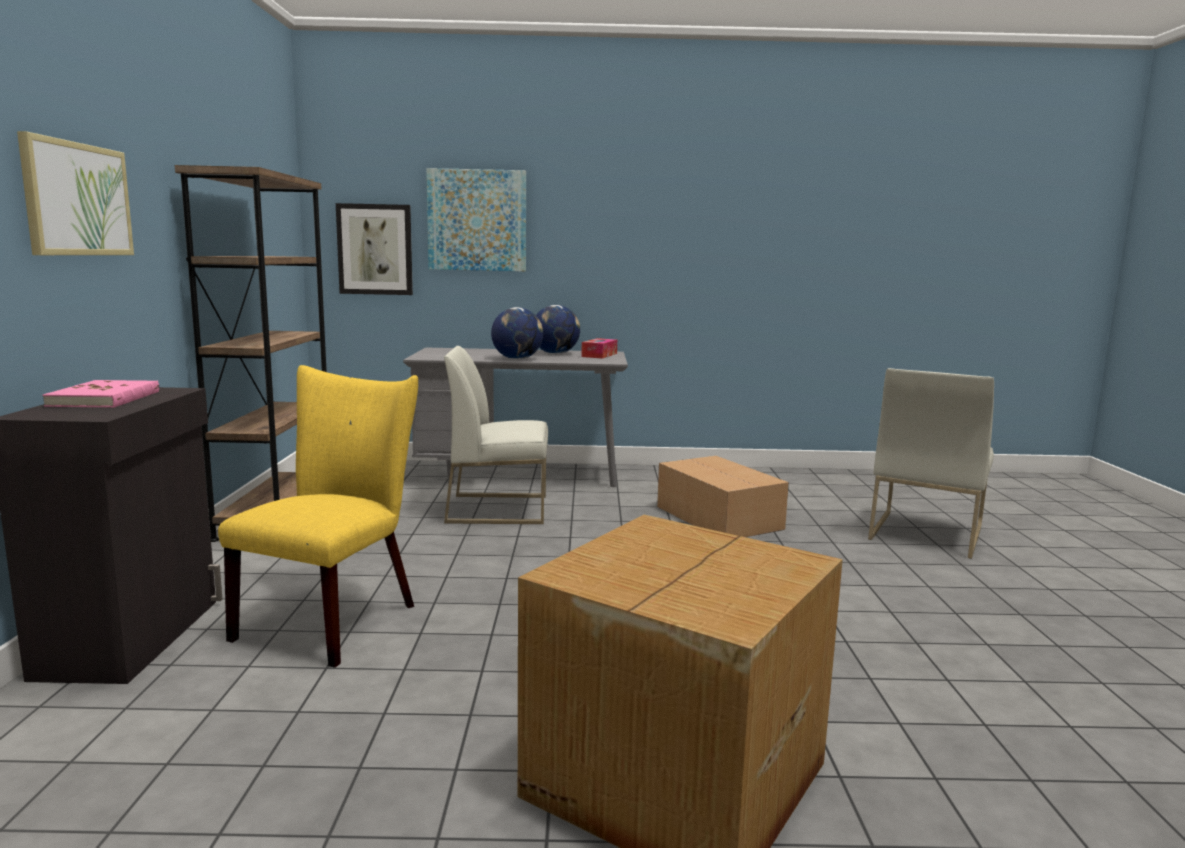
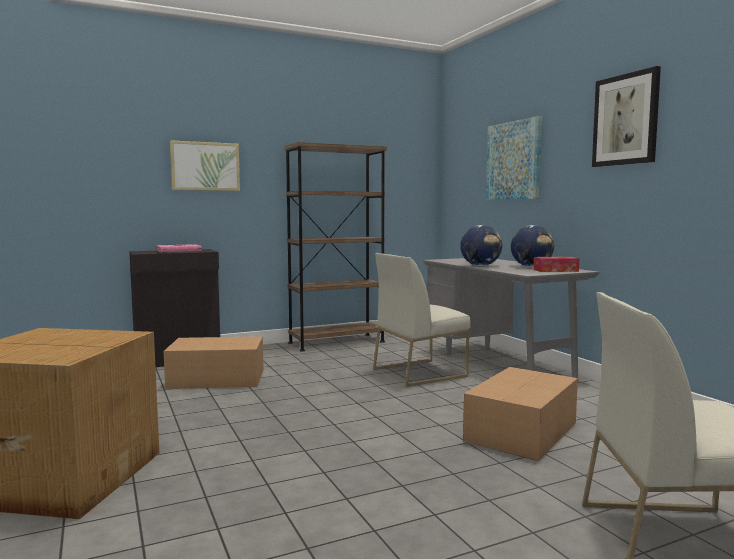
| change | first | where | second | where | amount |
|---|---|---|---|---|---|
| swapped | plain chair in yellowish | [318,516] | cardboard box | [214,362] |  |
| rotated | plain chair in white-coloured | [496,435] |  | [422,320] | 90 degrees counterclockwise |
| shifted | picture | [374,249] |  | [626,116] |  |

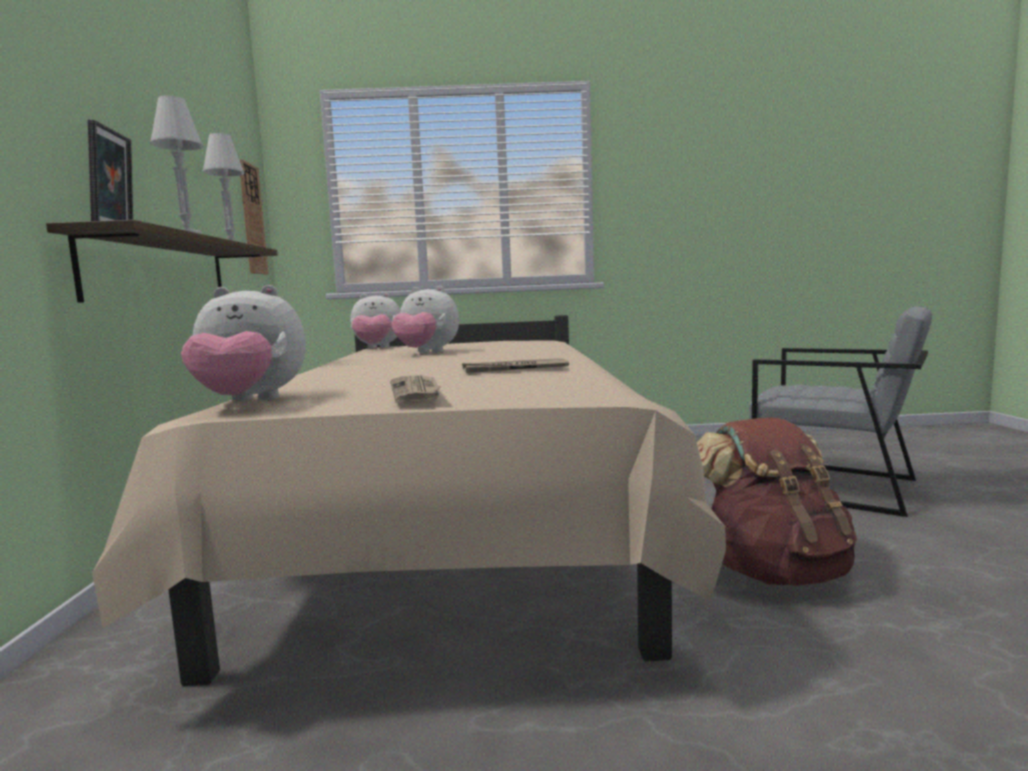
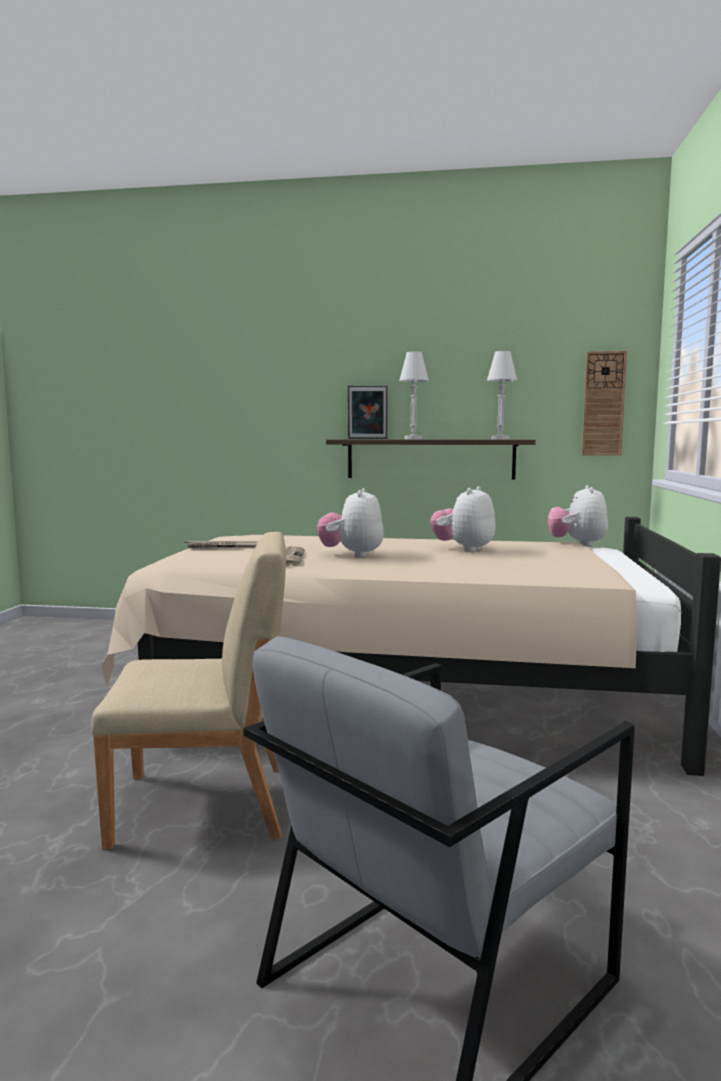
| change | first | where | second | where | amount |
|---|---|---|---|---|---|
| swapped | backpack in brownish | [777,501] | plain chair in sand-coloured | [188,690] |  |
| shifted | plush toy | [243,343] |  | [350,522] |  |

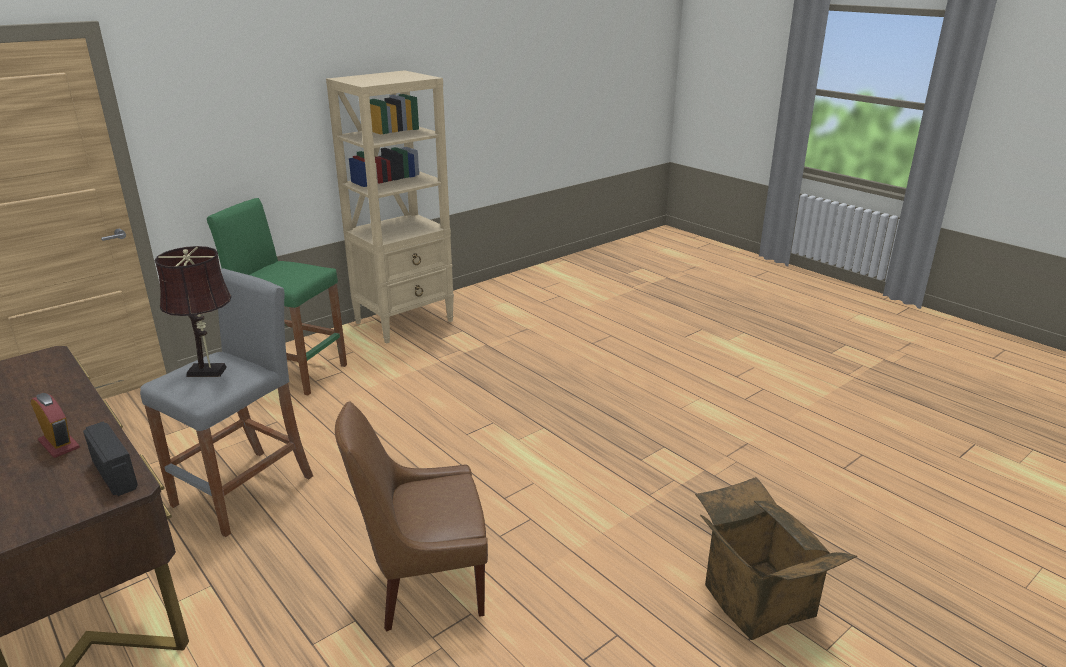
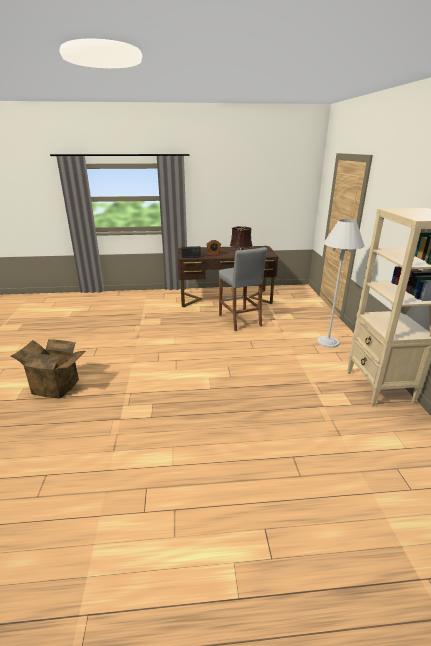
| change | first | where | second | where | amount |
|---|---|---|---|---|---|
| swapped | stool in green | [277,296] | standing lamp in white-coloured | [340,283] |  |
| gone | plain chair in brownish | [411,516] |  |  |  |

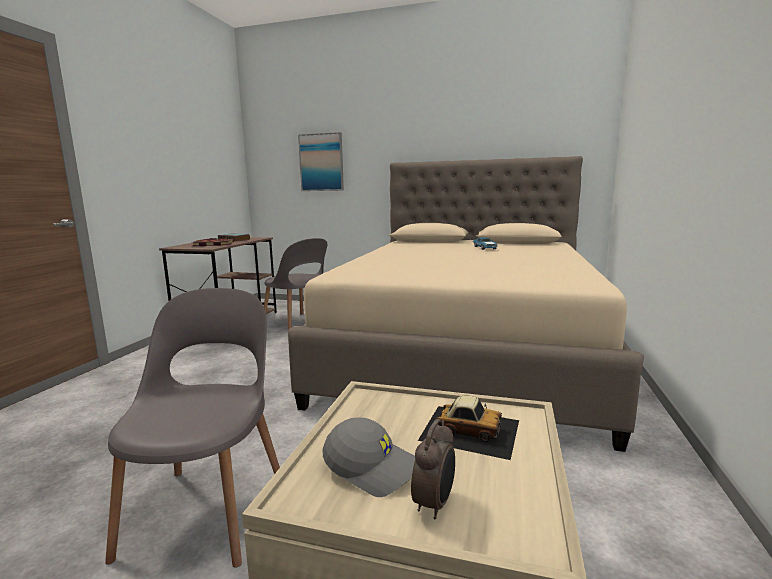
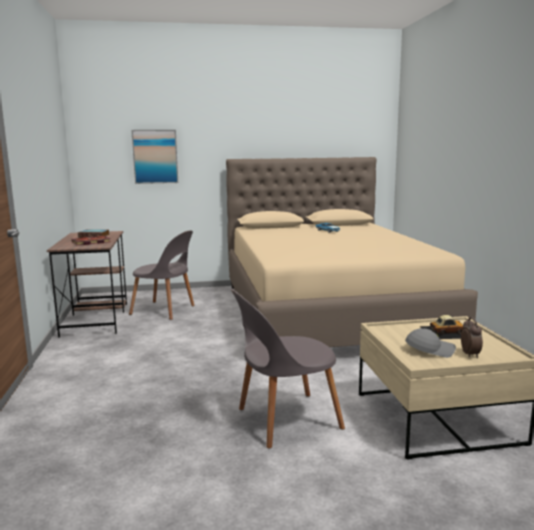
| change | first | where | second | where | amount |
|---|---|---|---|---|---|
| rotated | plain chair in grey | [192,428] |  | [288,368] | 90 degrees counterclockwise |

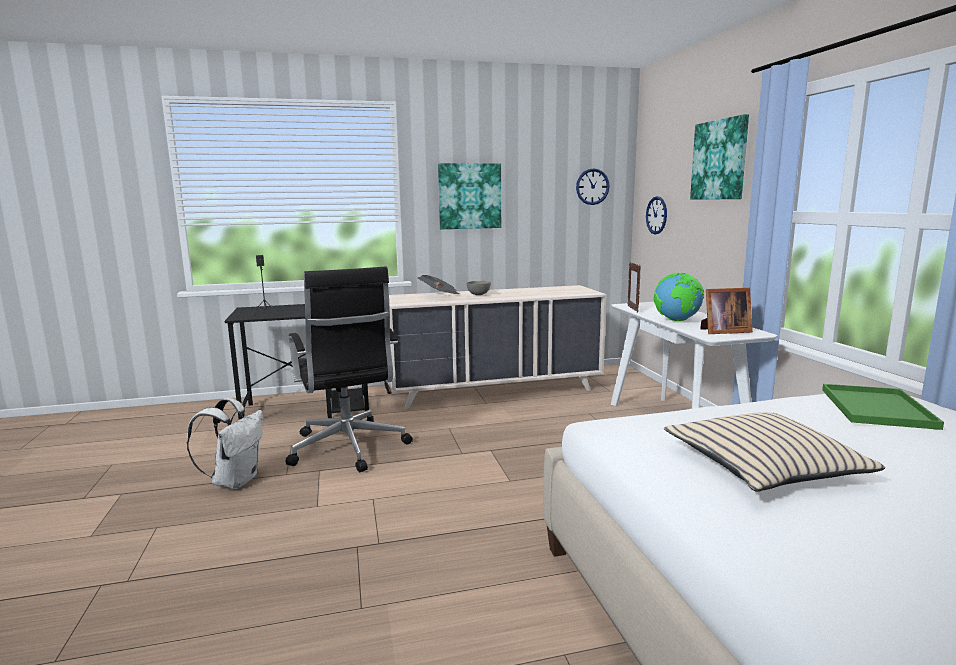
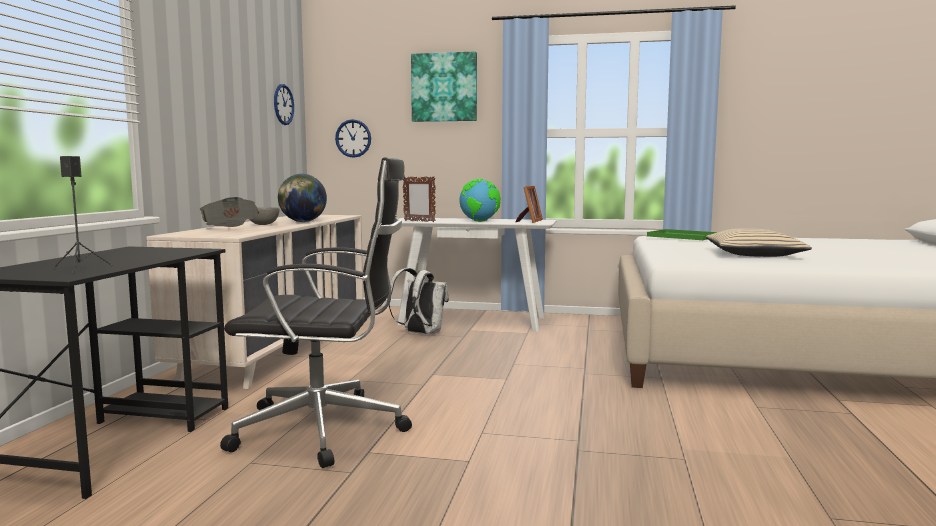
| change | first | where | second | where | amount |
|---|---|---|---|---|---|
| new |  |  | desk globe | [302,198] |  |
| shifted | backpack in white-coloured | [225,443] |  | [419,301] |  |
| gone | picture | [469,196] |  |  |  |

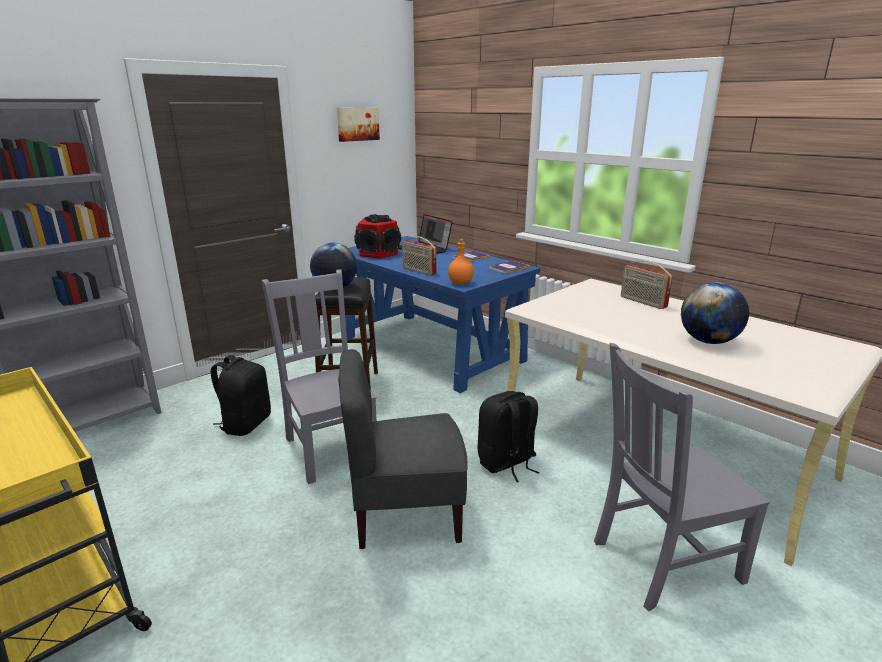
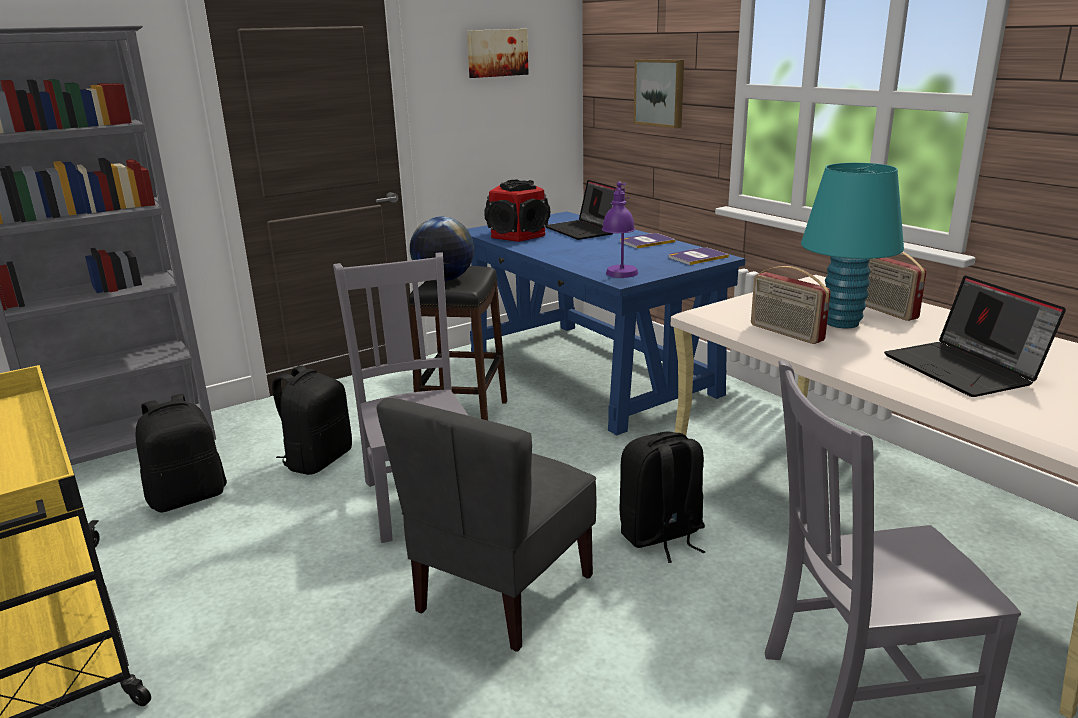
| change | first | where | second | where | amount |
|---|---|---|---|---|---|
| new |  |  | backpack in black-coloured | [181,453] |  |
| rotated | plain chair in grey | [403,449] |  | [486,525] | 60 degrees counterclockwise |
| swapped | beverage bottle in orange-coloured | [461,262] | lamp for a table in purple-coloured | [620,229] |  |
| new |  |  | picture | [659,93] |  |
| shifted | radio receiver | [419,256] |  | [791,305] |  |
| new |  |  | lamp for a table in turquoise | [852,245] |  |
| swapped | desk globe | [715,313] | notebook computer | [975,336] |  |

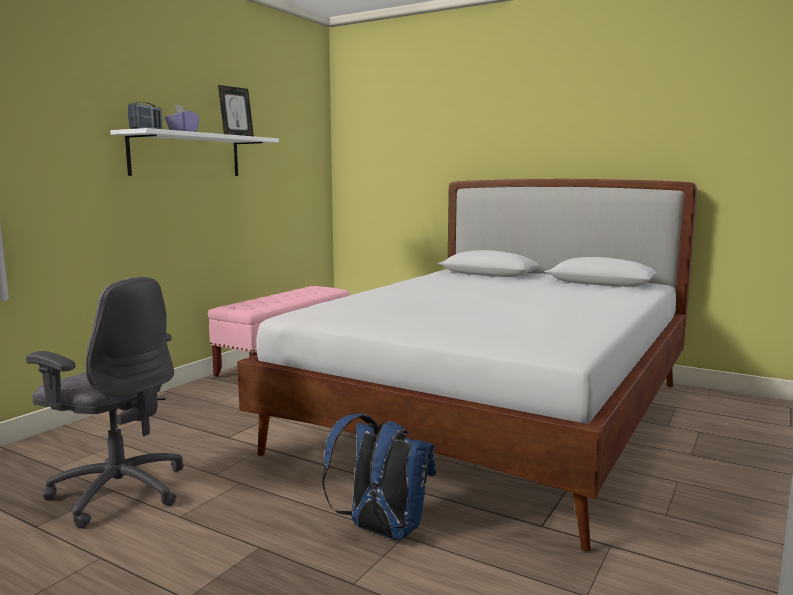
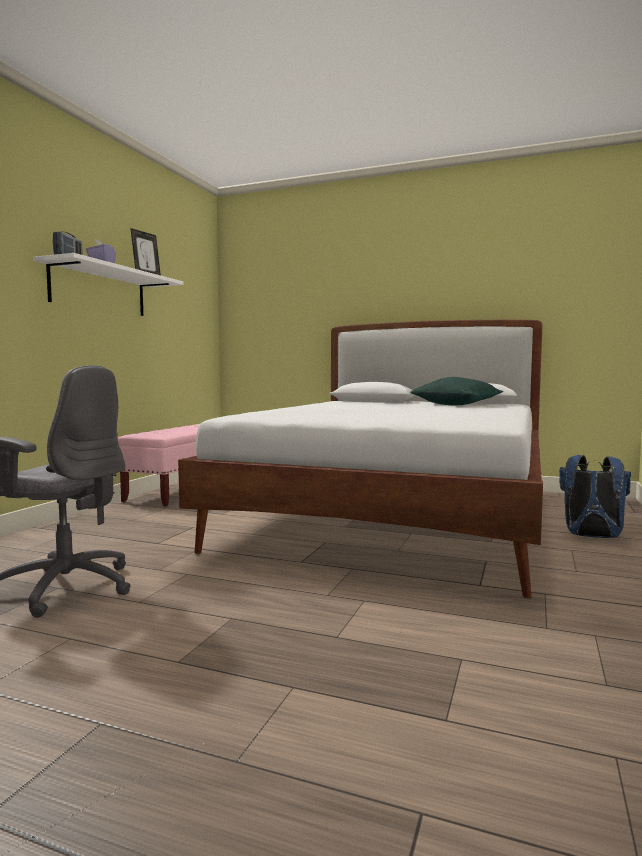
| change | first | where | second | where | amount |
|---|---|---|---|---|---|
| new |  |  | throw pillow in green | [456,391] |  |
| shifted | backpack in bluish | [379,476] |  | [595,496] |  |

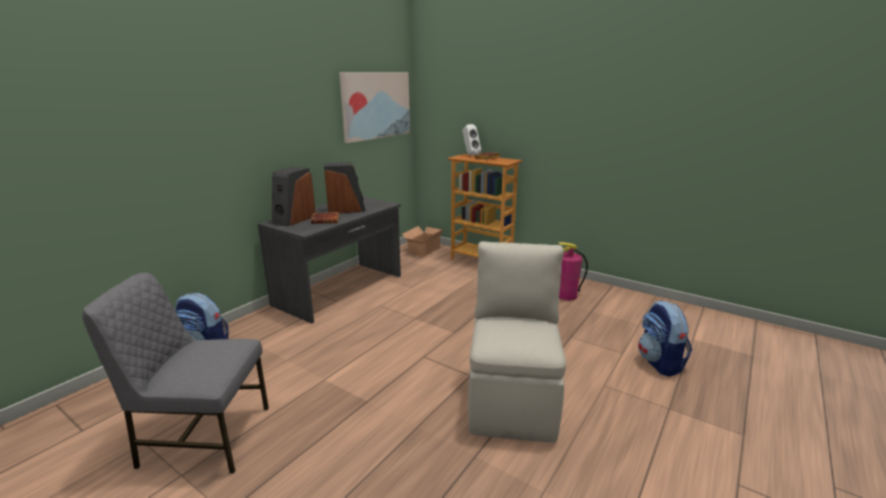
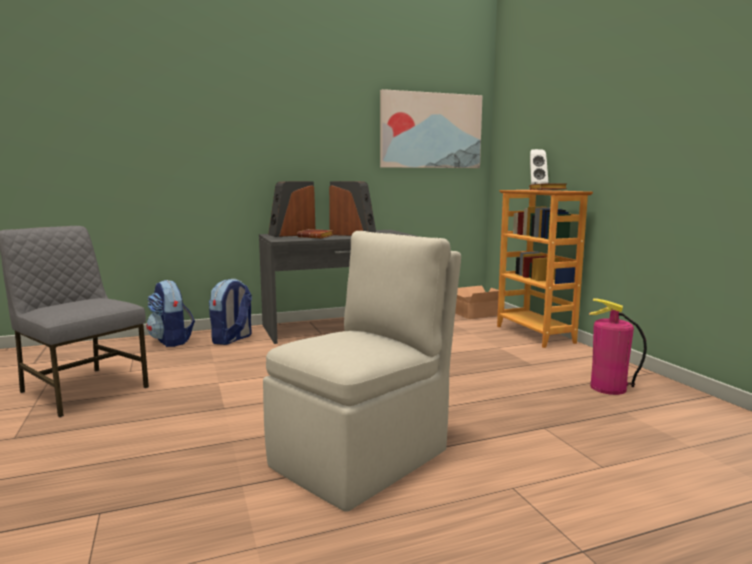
| change | first | where | second | where | amount |
|---|---|---|---|---|---|
| shifted | backpack | [665,339] |  | [230,312] |  |

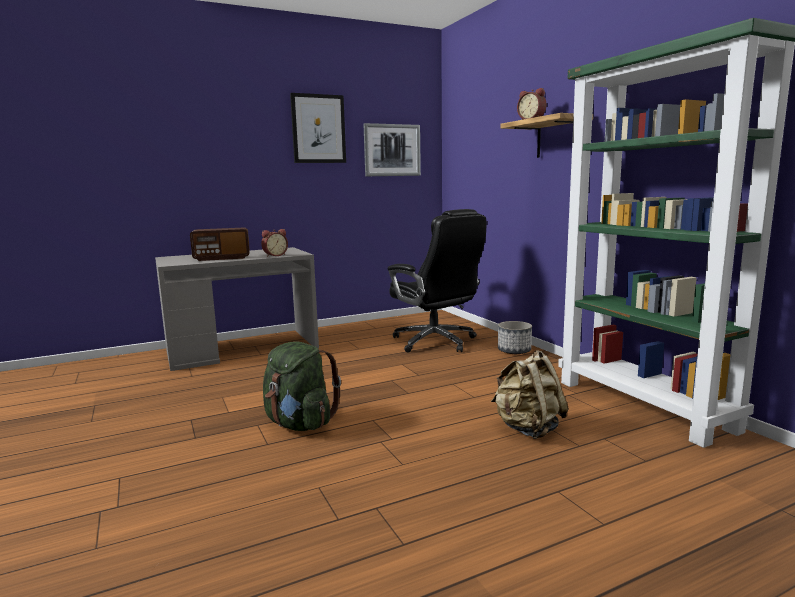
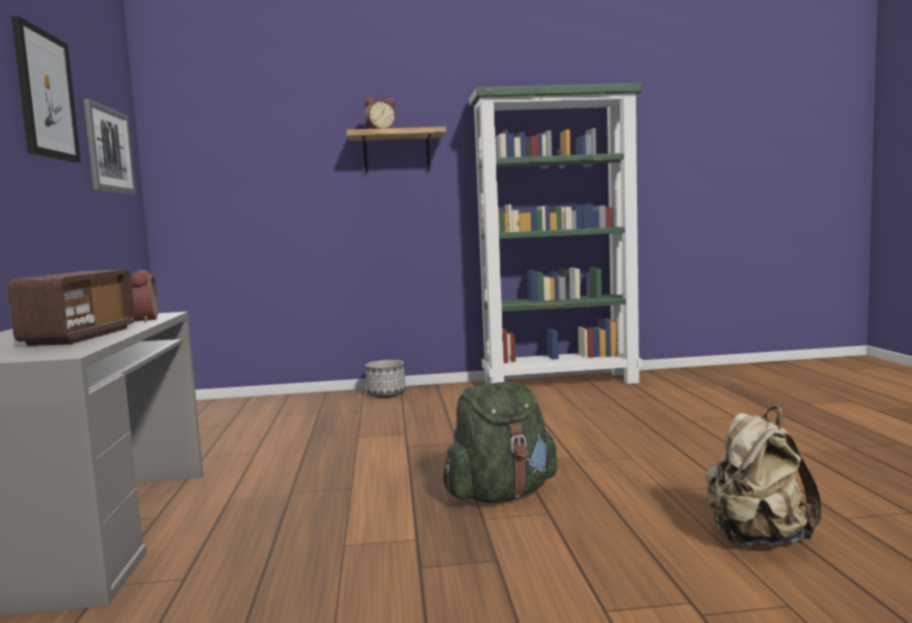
| change | first | where | second | where | amount |
|---|---|---|---|---|---|
| shifted | backpack in sand-coloured | [530,394] |  | [763,476] |  |
| gone | computer chair in black-coloured | [436,280] |  |  |  |

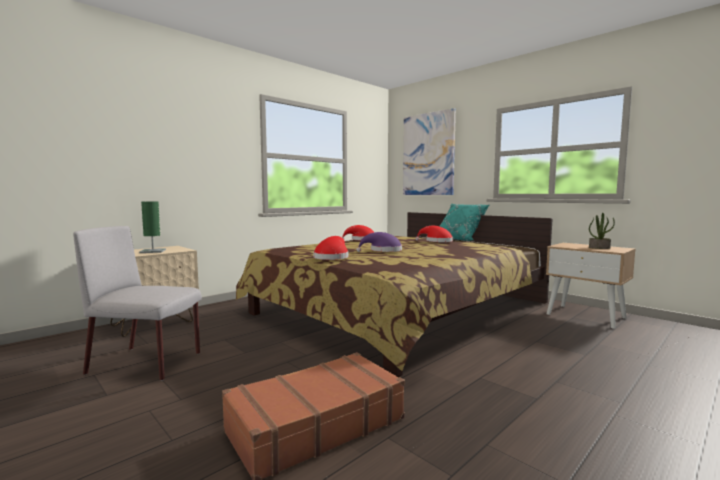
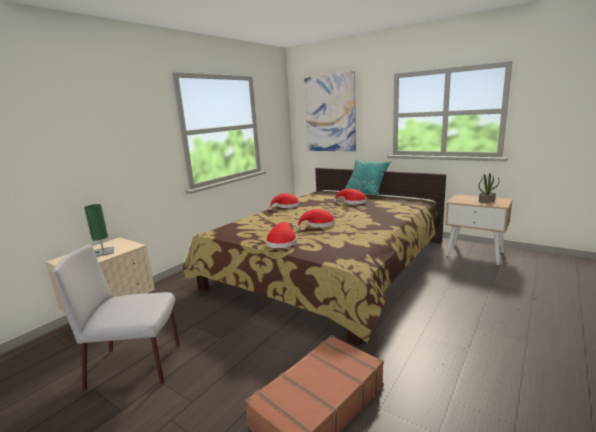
| change | first | where | second | where | amount |
|---|---|---|---|---|---|
| repainted | wearable hat in purple-coloured | [379,242] | wearable hat in reddish | [315,219] |  |

